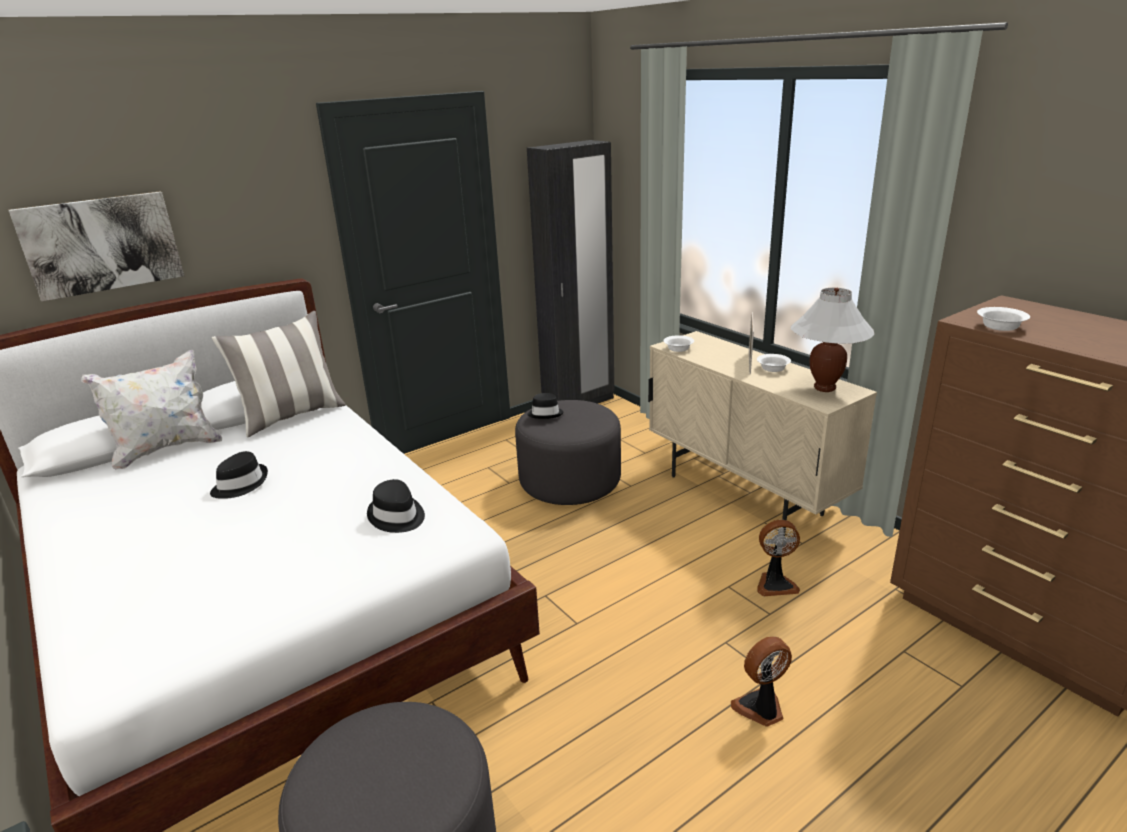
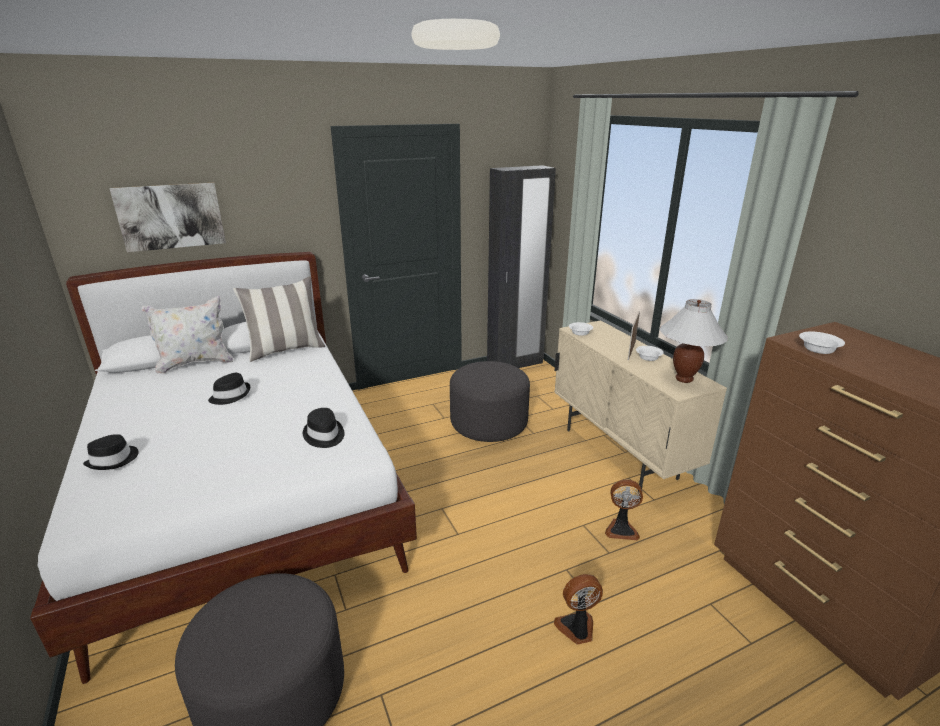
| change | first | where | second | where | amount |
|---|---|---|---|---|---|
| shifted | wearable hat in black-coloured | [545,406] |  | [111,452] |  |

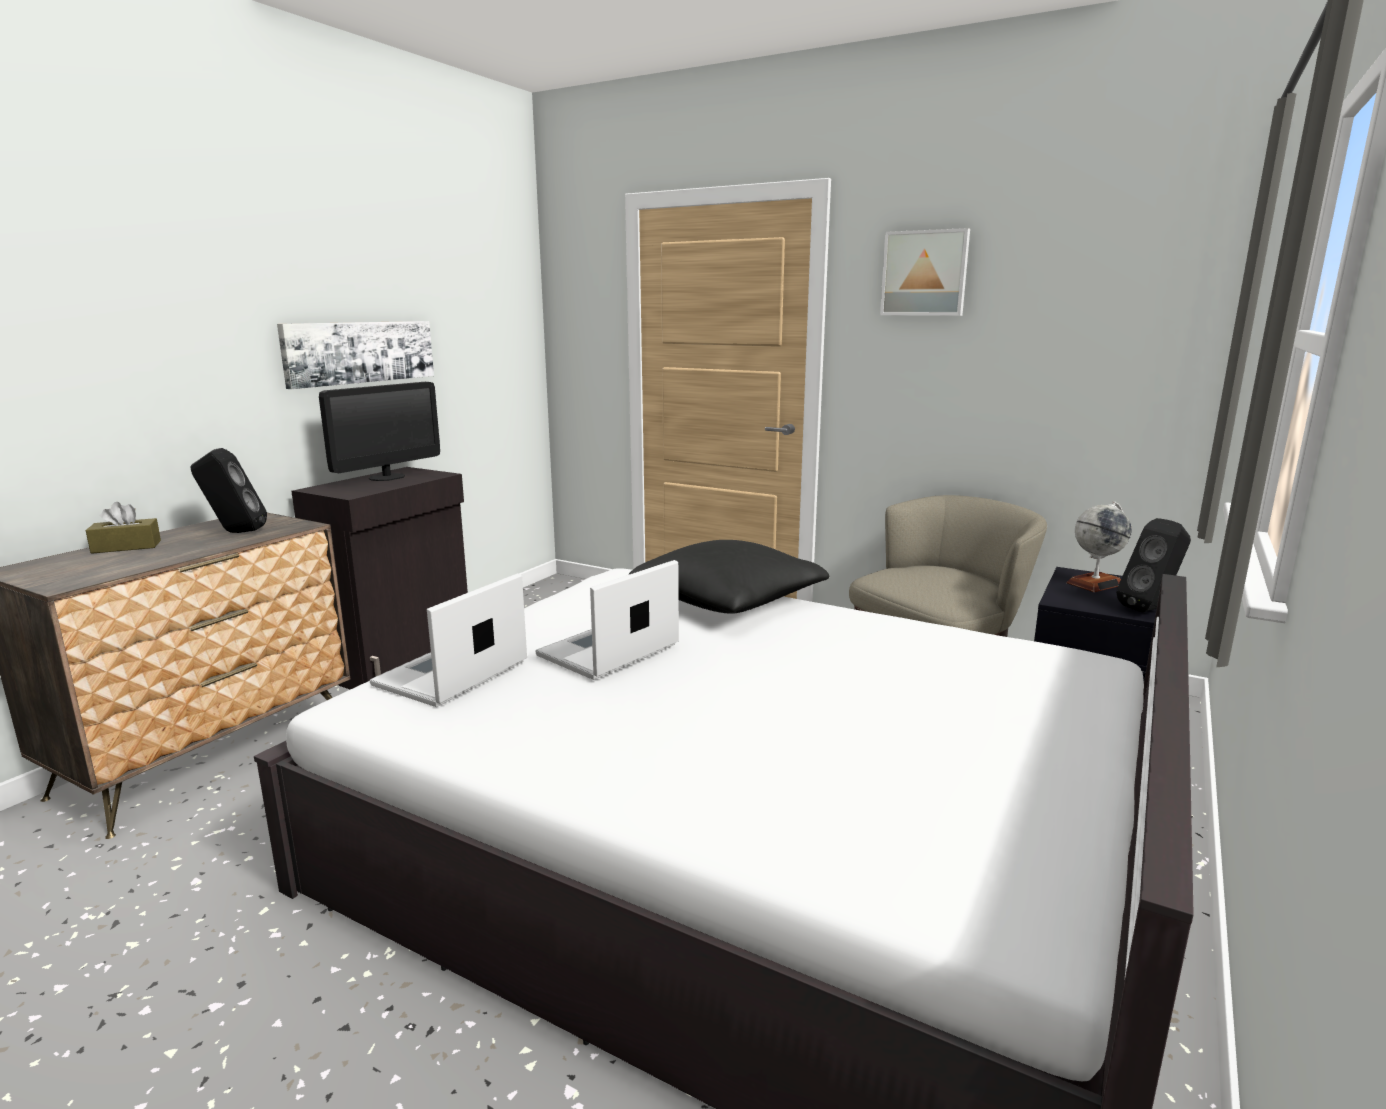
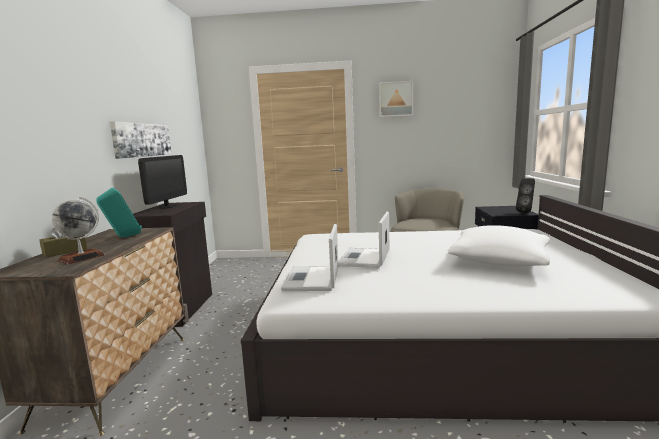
| change | first | where | second | where | amount |
|---|---|---|---|---|---|
| shifted | desk globe | [1099,546] |  | [78,230] |  |
| repainted | loudspeaker in black-coloured | [228,490] | loudspeaker in turquoise | [119,212] |  |
| new |  |  | throw pillow in white-coloured | [499,245] |  |
| gone | throw pillow in black-coloured | [728,577] |  |  |  |

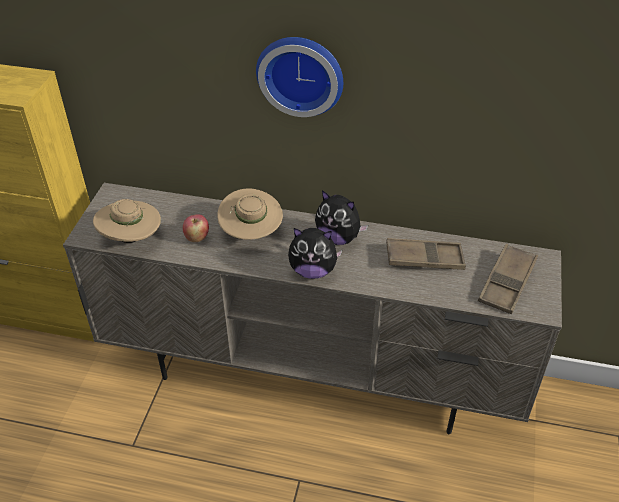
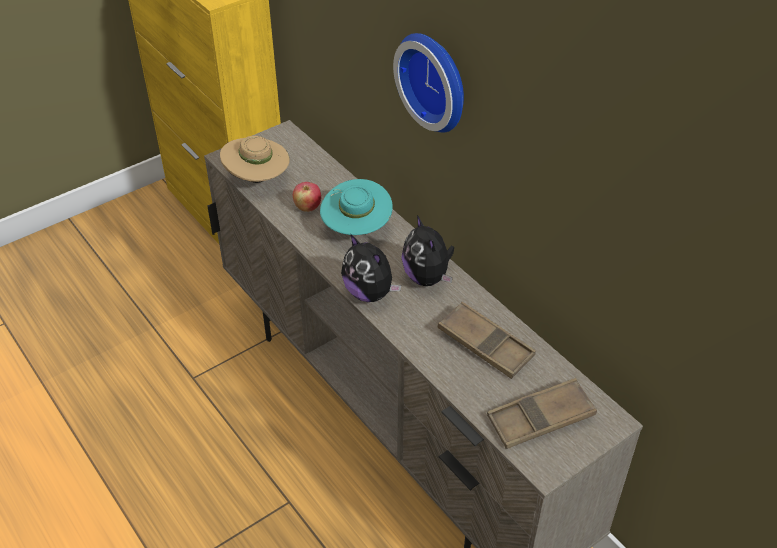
| change | first | where | second | where | amount |
|---|---|---|---|---|---|
| repainted | wearable hat in sand-coloured | [250,214] | wearable hat in turquoise | [356,207] |  |

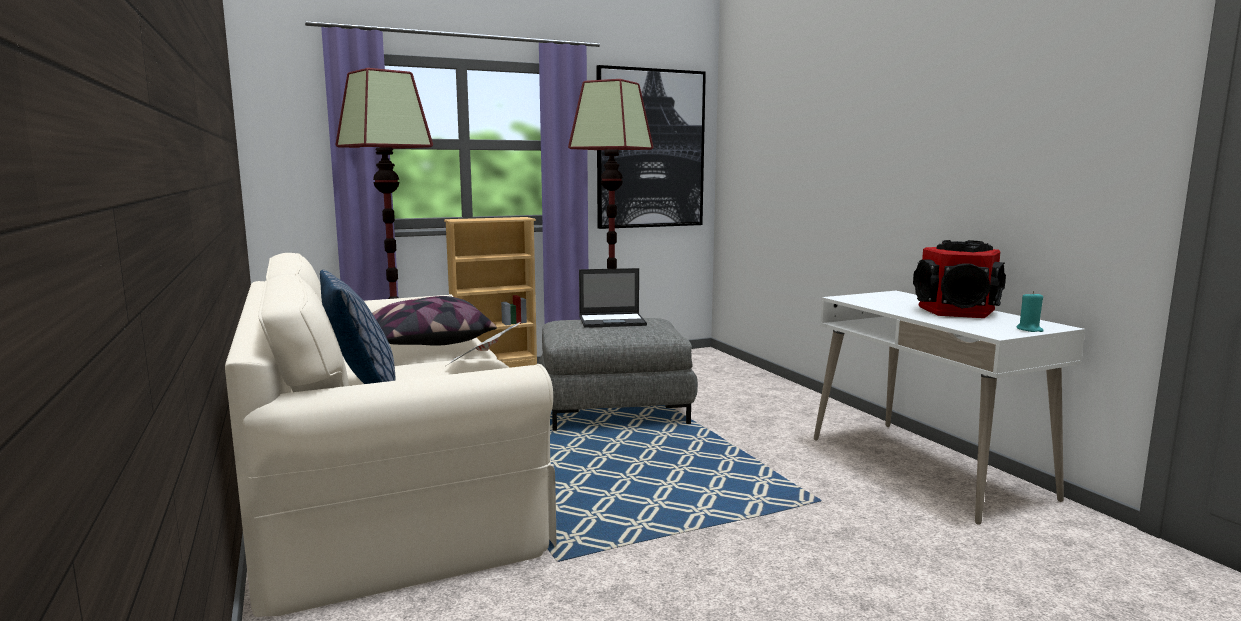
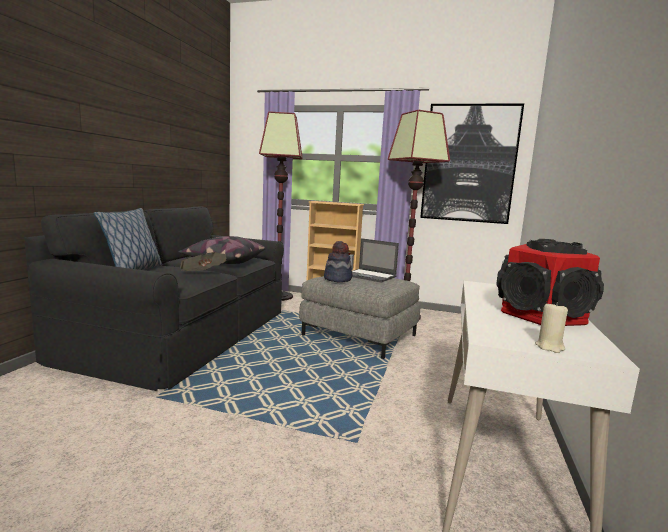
| change | first | where | second | where | amount |
|---|---|---|---|---|---|
| repainted | settee in sand-coloured | [391,435] | settee in black-coloured | [154,299] |  |
| new |  |  | wearable hat | [338,261] |  |
| repainted | wax candle in turquoise | [1030,311] | wax candle in sand-coloured | [551,327] |  |

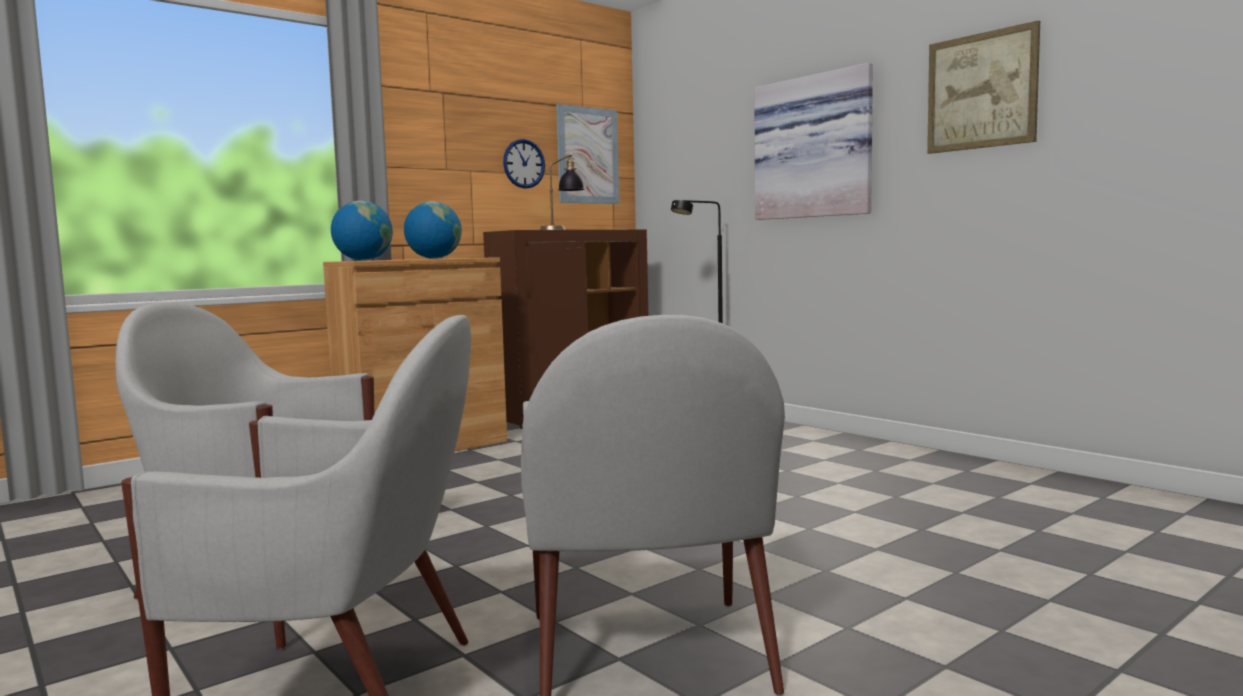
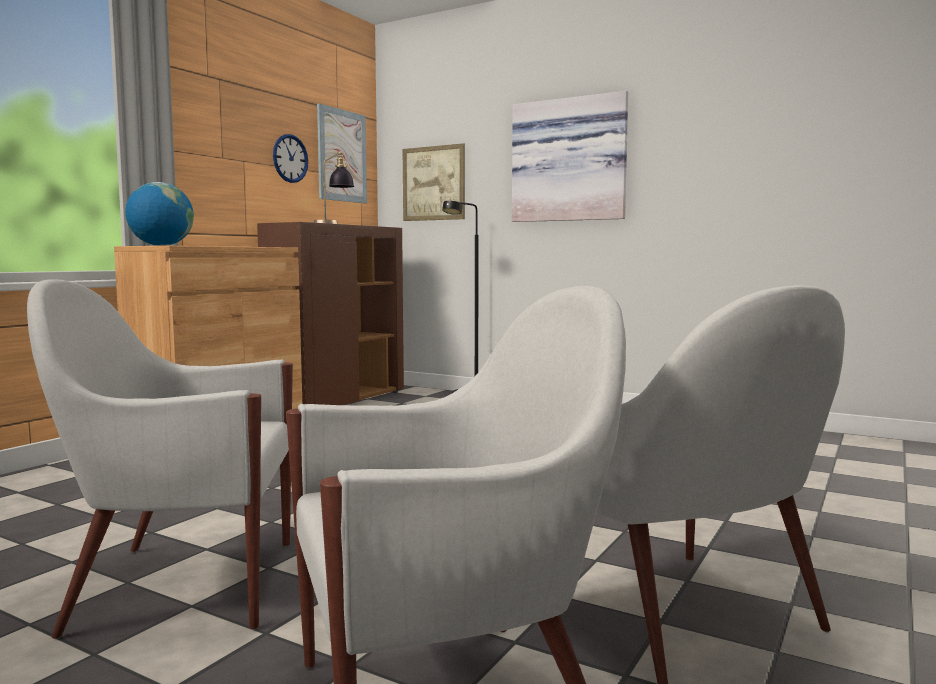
| change | first | where | second | where | amount |
|---|---|---|---|---|---|
| shifted | picture | [983,87] |  | [434,182] |  |
| gone | desk globe | [433,230] |  |  |  |

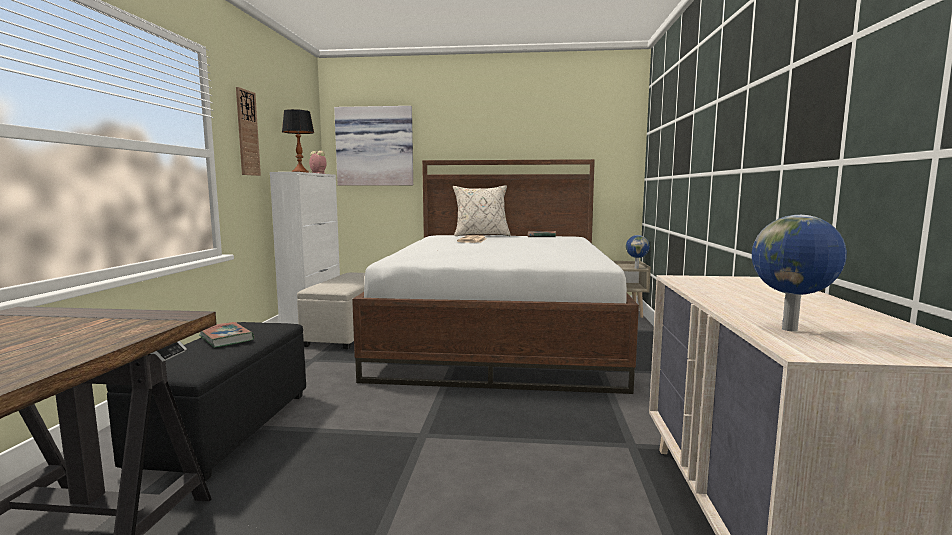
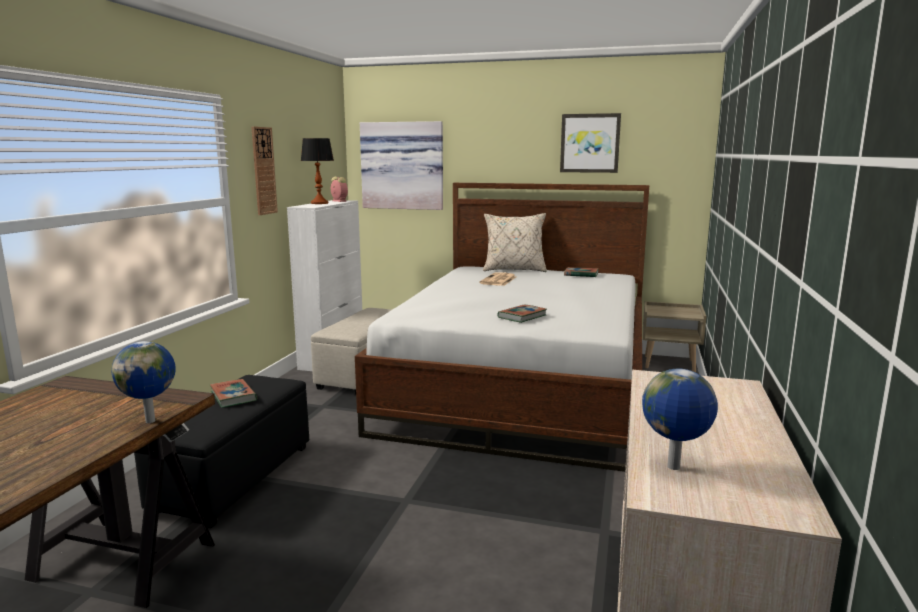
| change | first | where | second | where | amount |
|---|---|---|---|---|---|
| shifted | desk globe | [638,252] |  | [143,382] |  |
| new |  |  | book | [522,313] |  |
| new |  |  | picture | [590,143] |  |

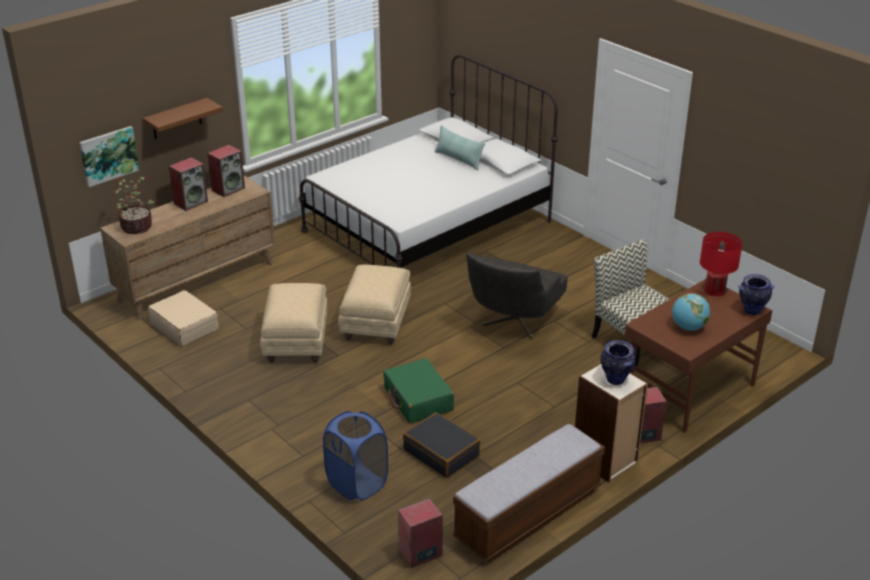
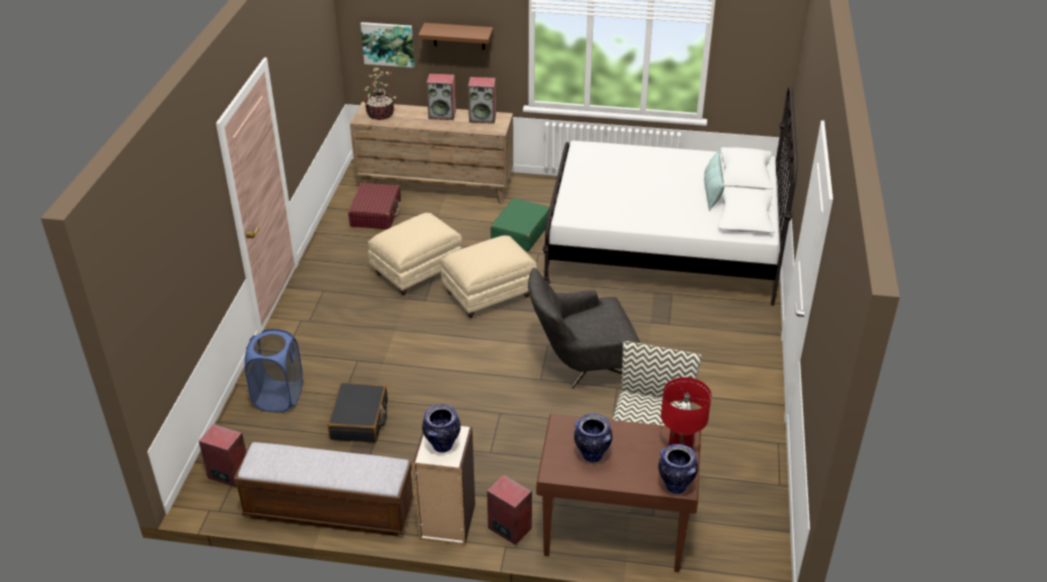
| change | first | where | second | where | amount |
|---|---|---|---|---|---|
| repainted | suitcase in sand-coloured | [183,318] | suitcase in reddish | [374,206] |  |
| shifted | suitcase in green | [418,390] |  | [520,224] |  |
| swapped | desk globe | [691,312] | flower vase | [593,438] |  |

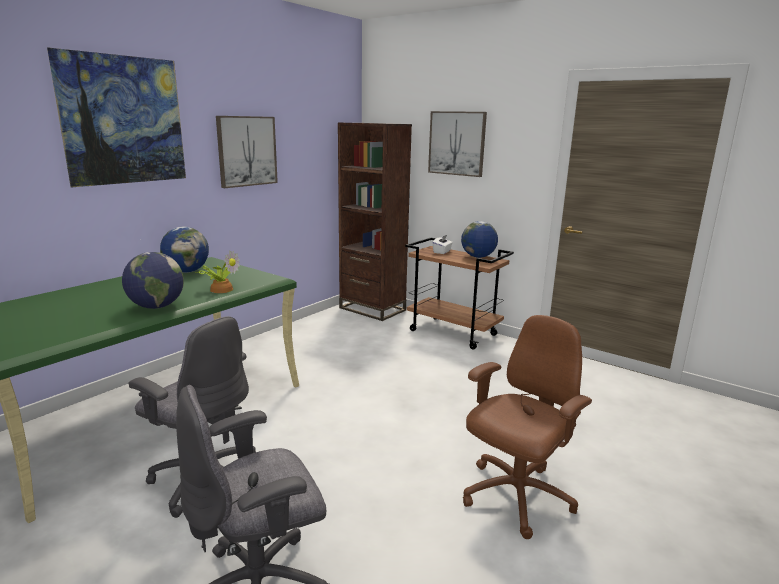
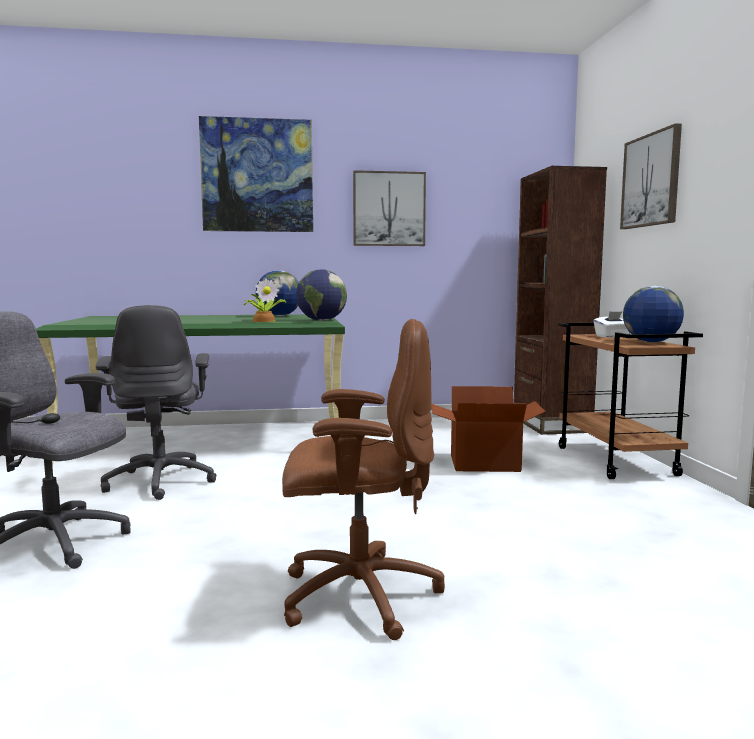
| change | first | where | second | where | amount |
|---|---|---|---|---|---|
| shifted | desk globe | [153,280] |  | [321,295] |  |
| new |  |  | cardboard box | [489,429] |  |

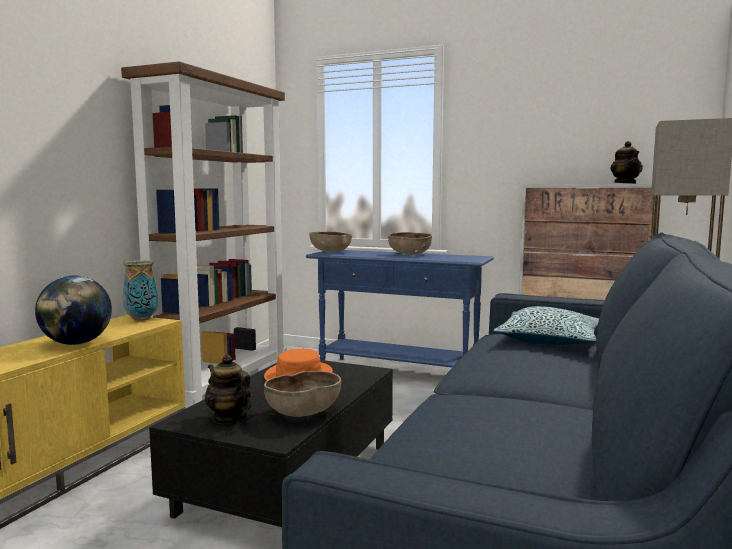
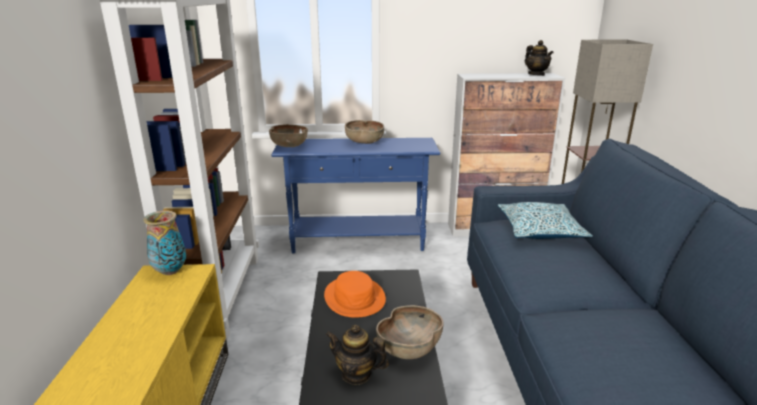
| change | first | where | second | where | amount |
|---|---|---|---|---|---|
| gone | desk globe | [73,310] |  |  |  |

